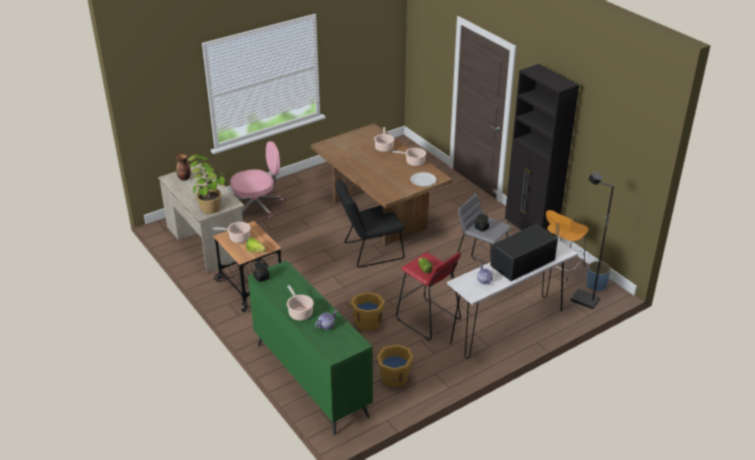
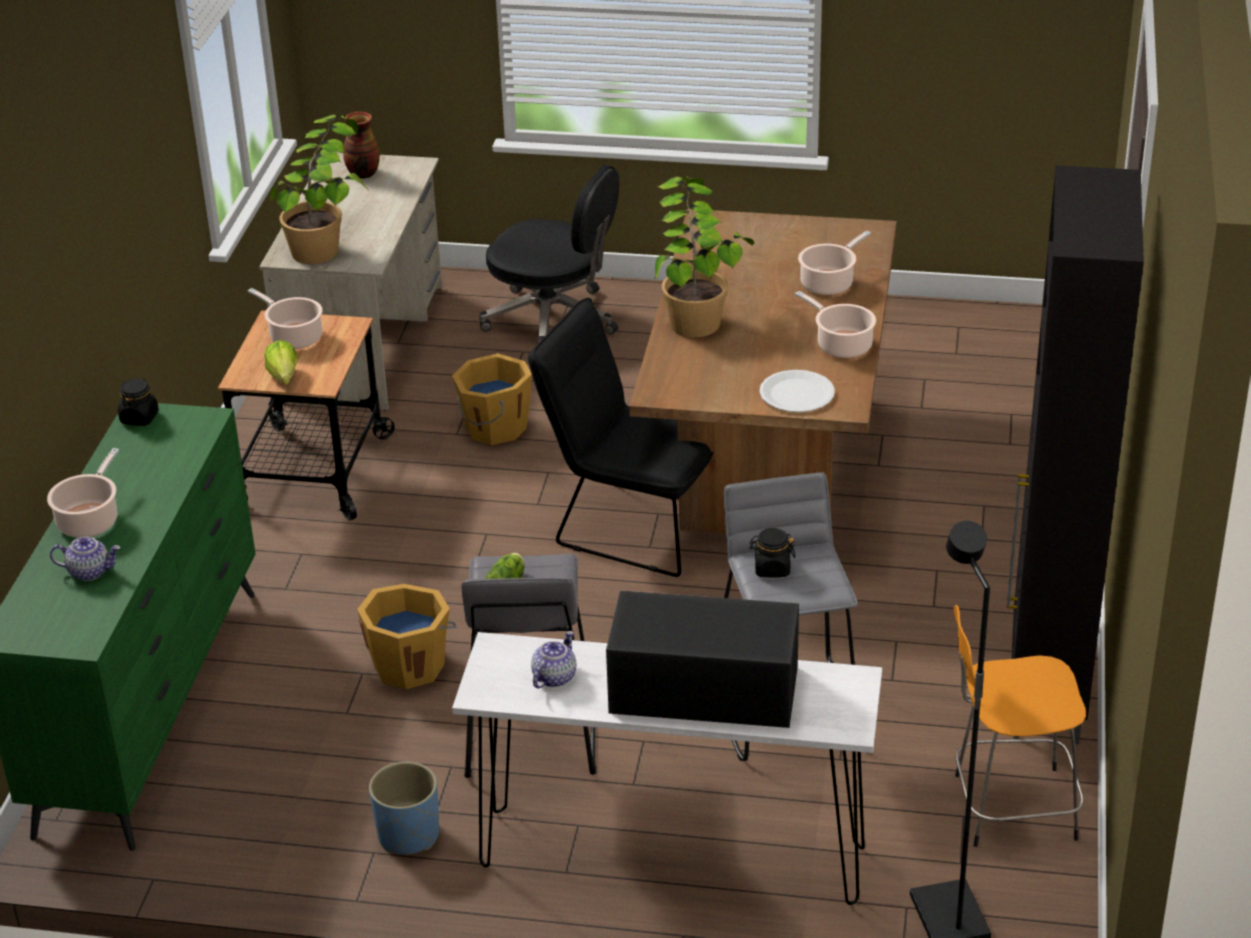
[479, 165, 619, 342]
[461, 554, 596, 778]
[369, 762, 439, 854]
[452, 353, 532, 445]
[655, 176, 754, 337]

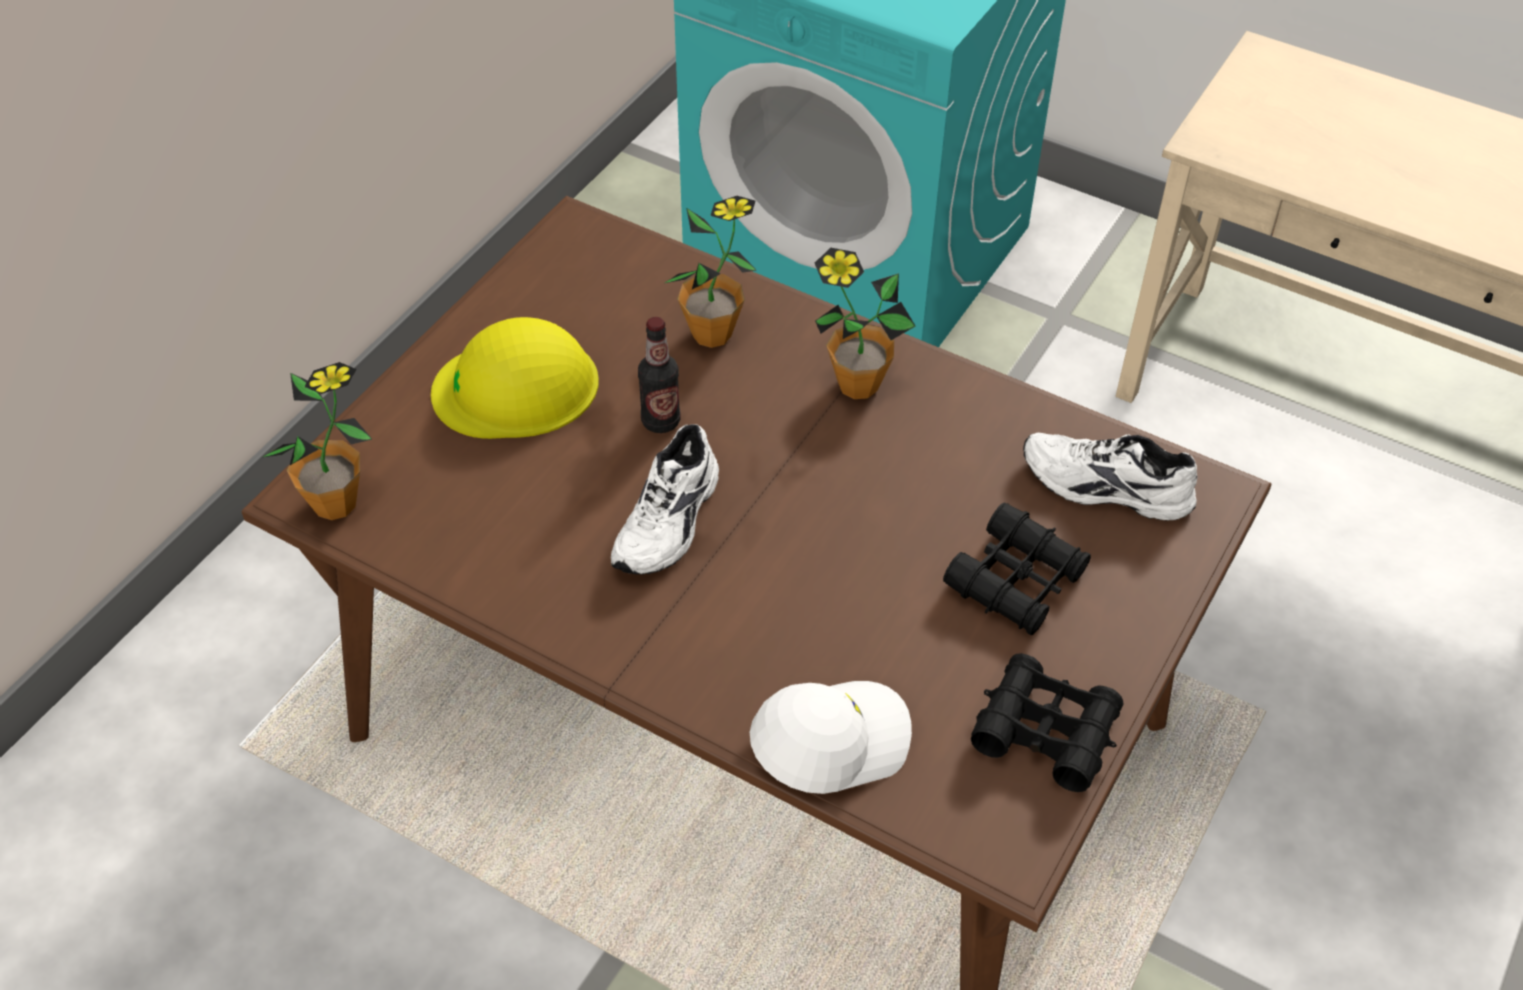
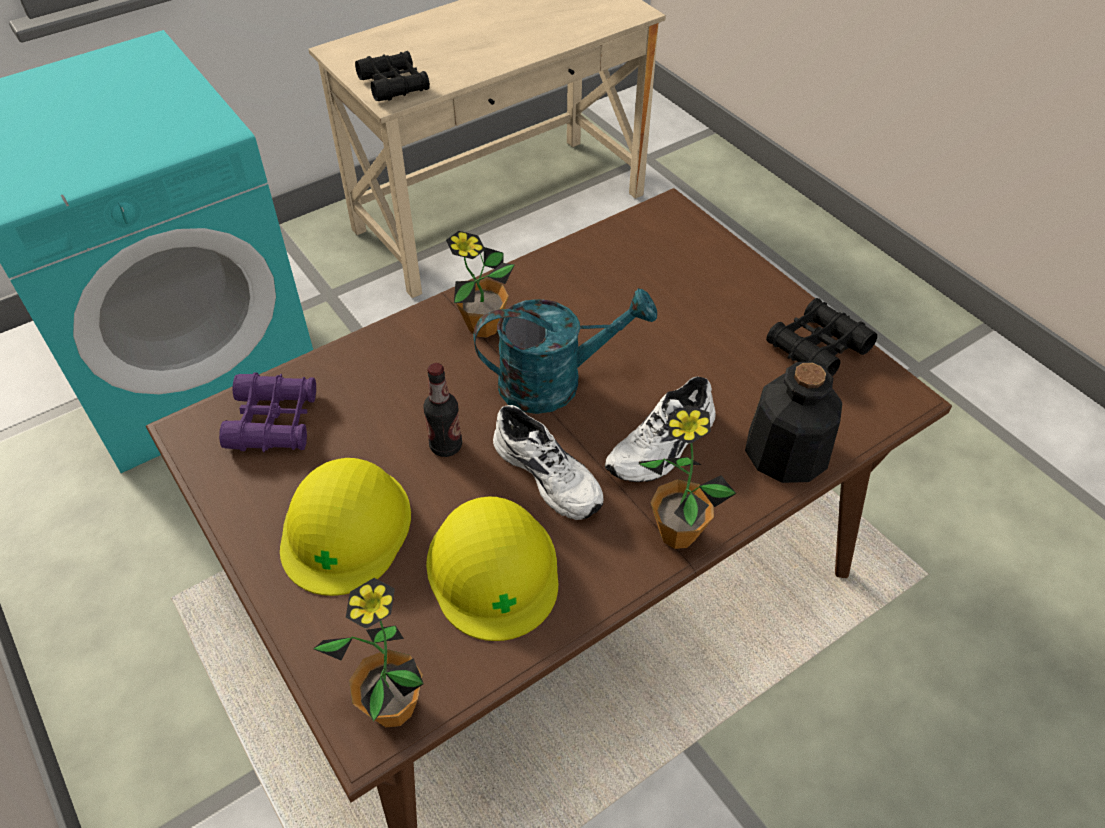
[639, 405, 737, 549]
[605, 376, 716, 482]
[355, 51, 430, 101]
[745, 362, 842, 483]
[473, 288, 657, 414]
[219, 372, 316, 452]
[426, 497, 558, 641]

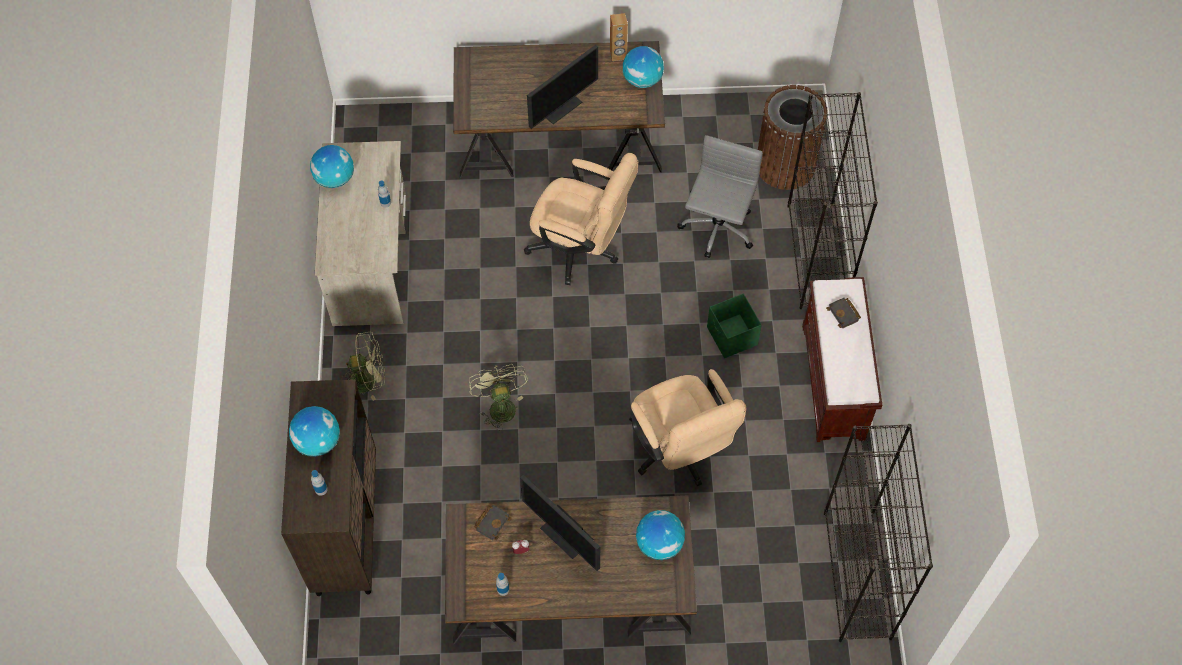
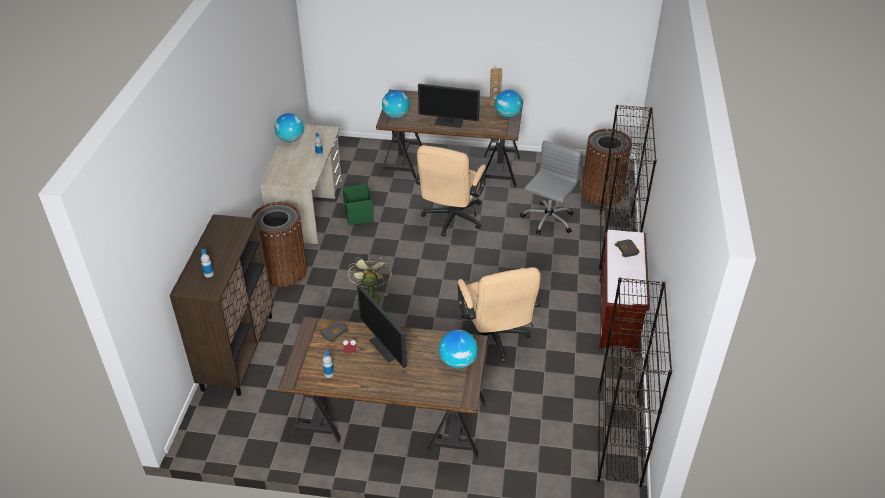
[418, 84, 480, 128]
[415, 145, 486, 236]
[343, 184, 374, 226]
[251, 202, 307, 287]
[382, 90, 410, 118]

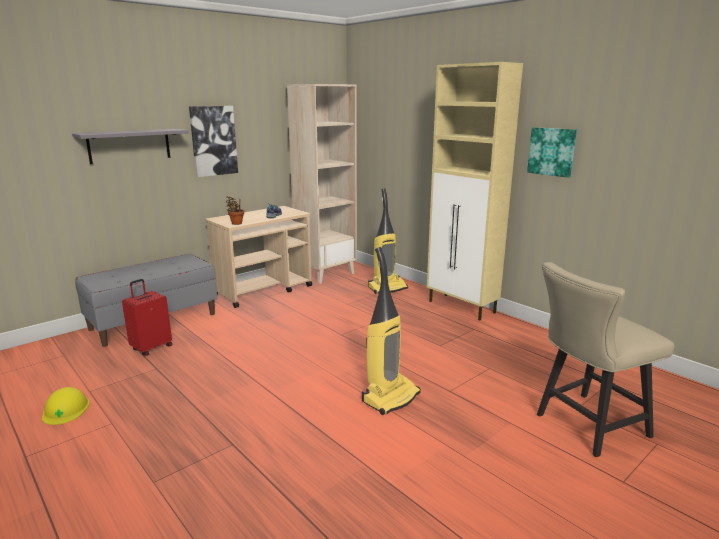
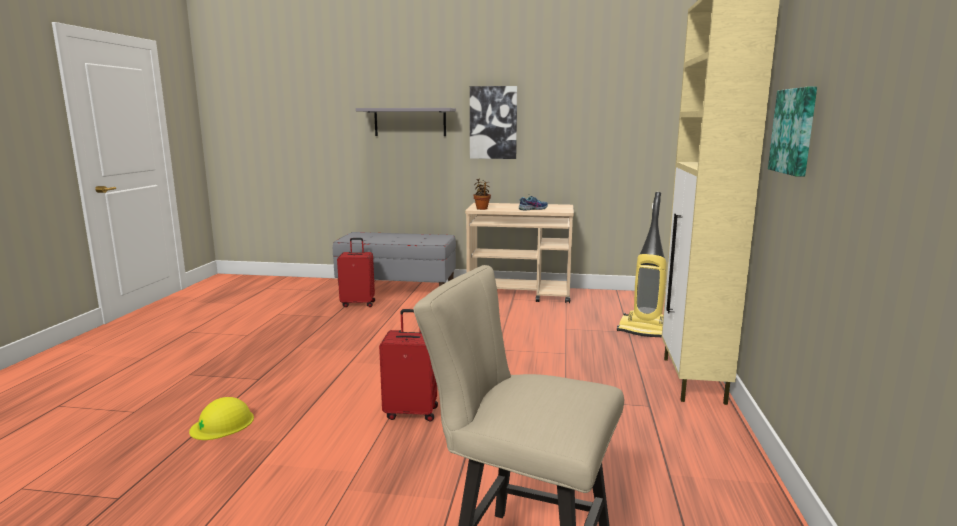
[287, 84, 357, 284] (first image)
[379, 309, 438, 422]
[189, 397, 254, 440]

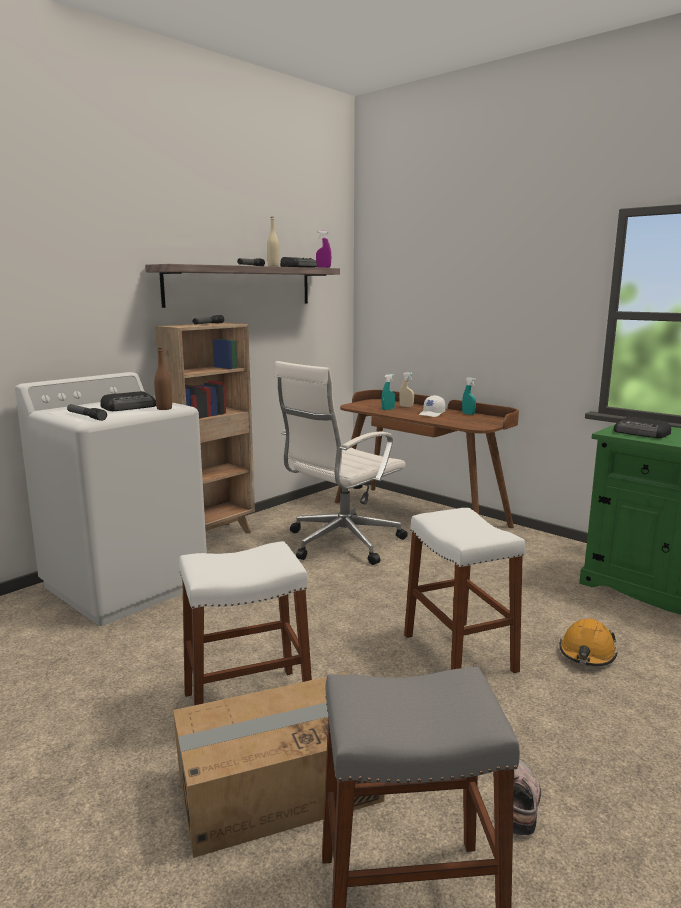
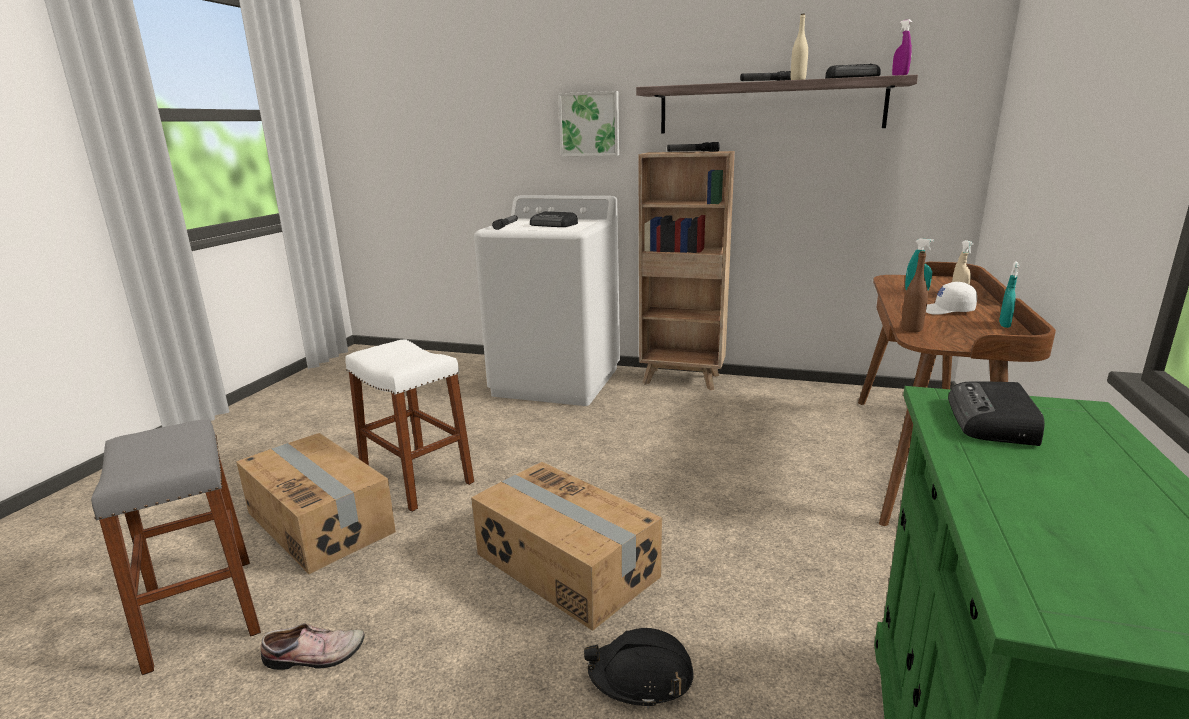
[901, 251, 928, 332]
[274, 361, 408, 565] (first image)
[471, 462, 662, 631]
[584, 628, 694, 709]
[558, 91, 619, 156]

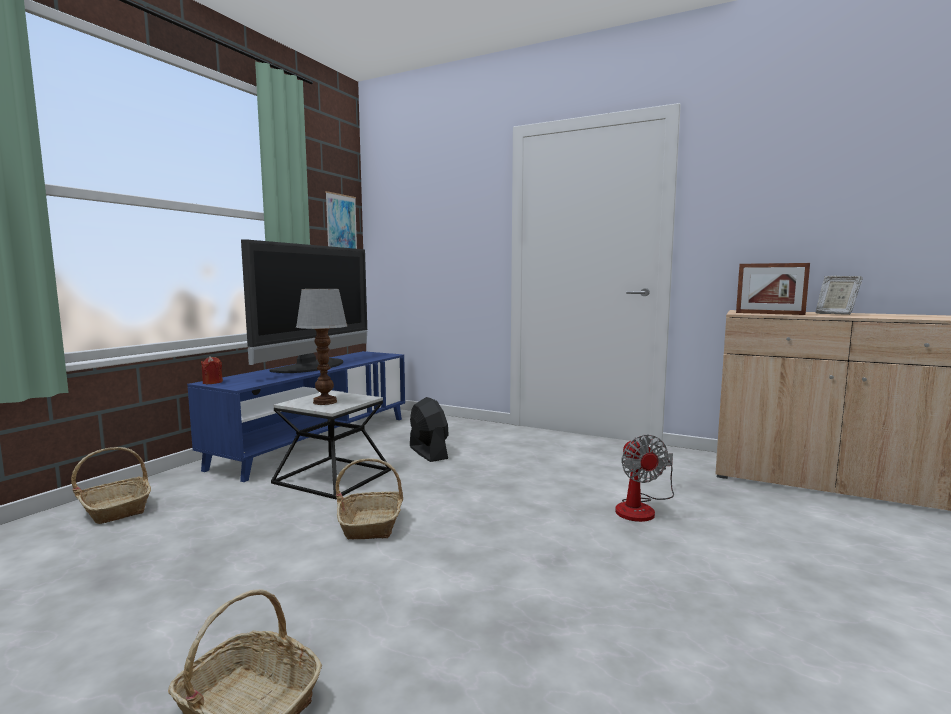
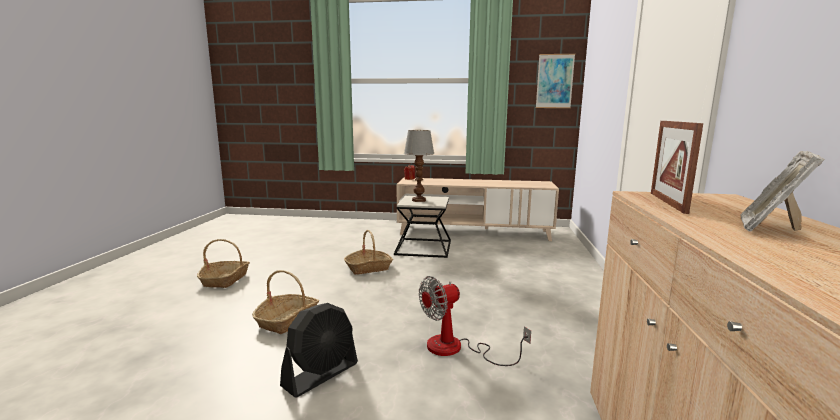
[241, 239, 367, 373] (first image)
[397, 178, 559, 241]
[280, 303, 358, 398]
[252, 270, 319, 334]

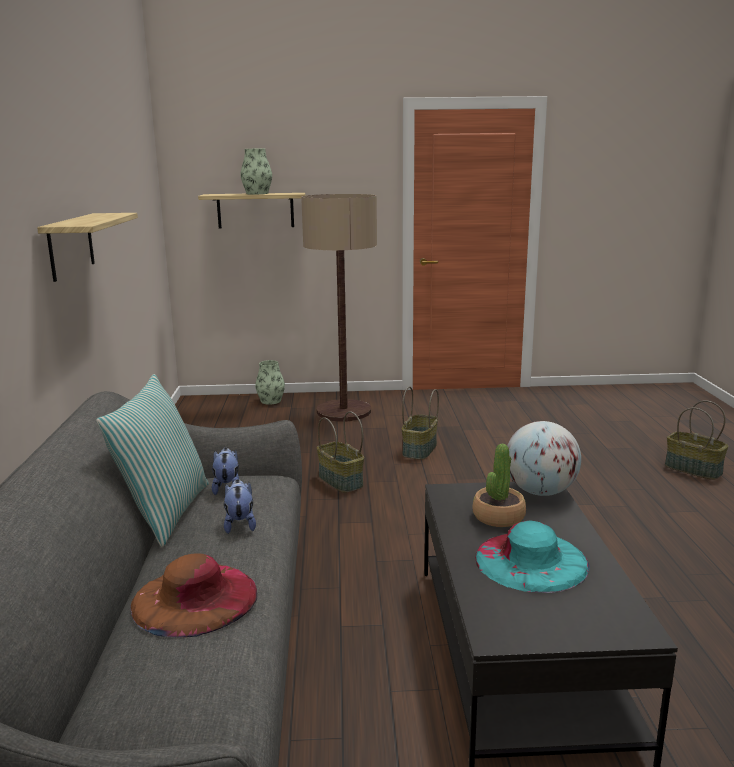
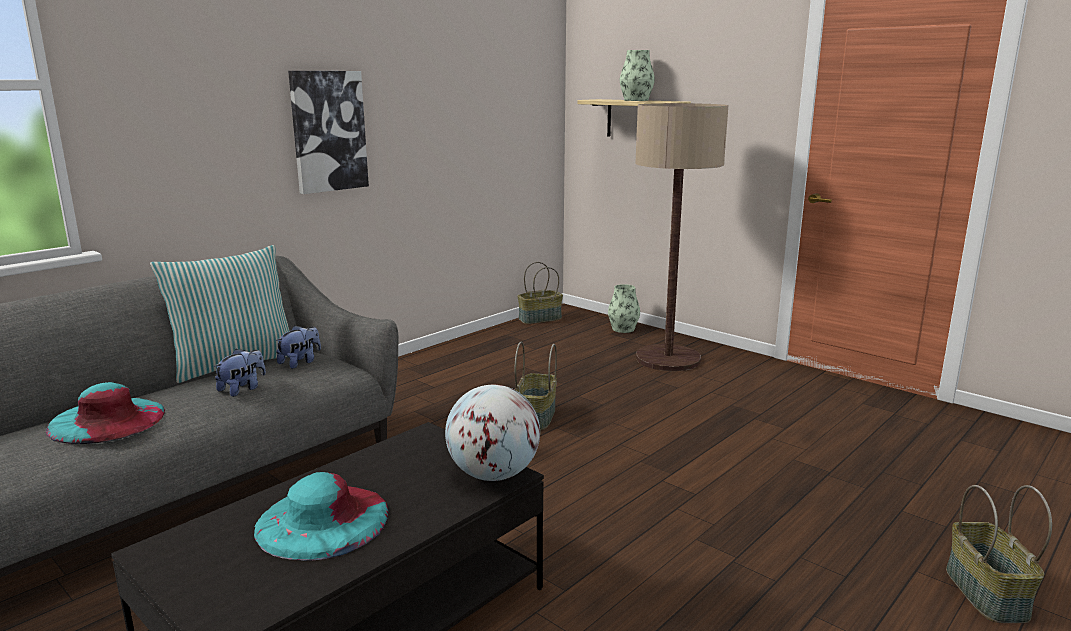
[288, 71, 369, 194]
[517, 262, 563, 324]
[472, 444, 526, 527] (first image)
[46, 382, 165, 444]

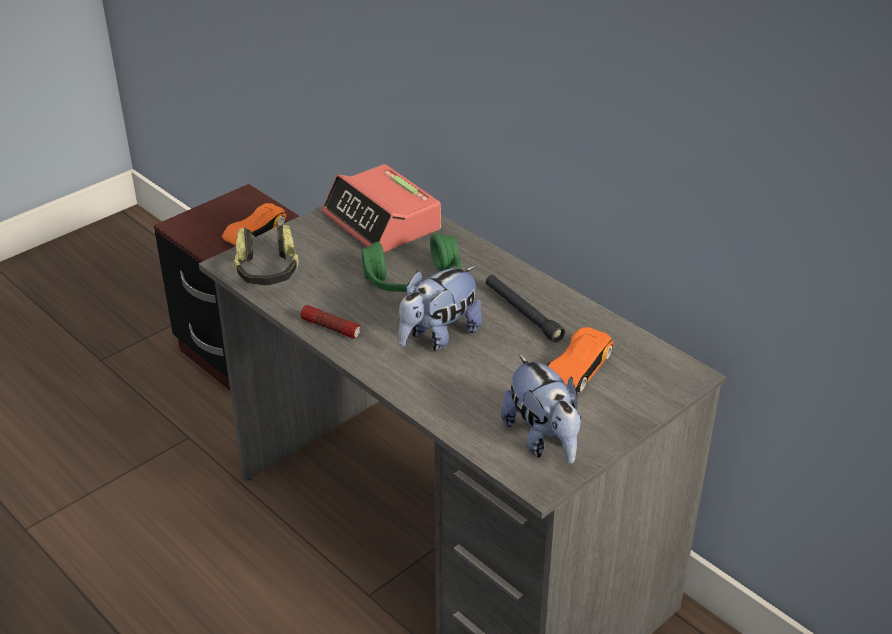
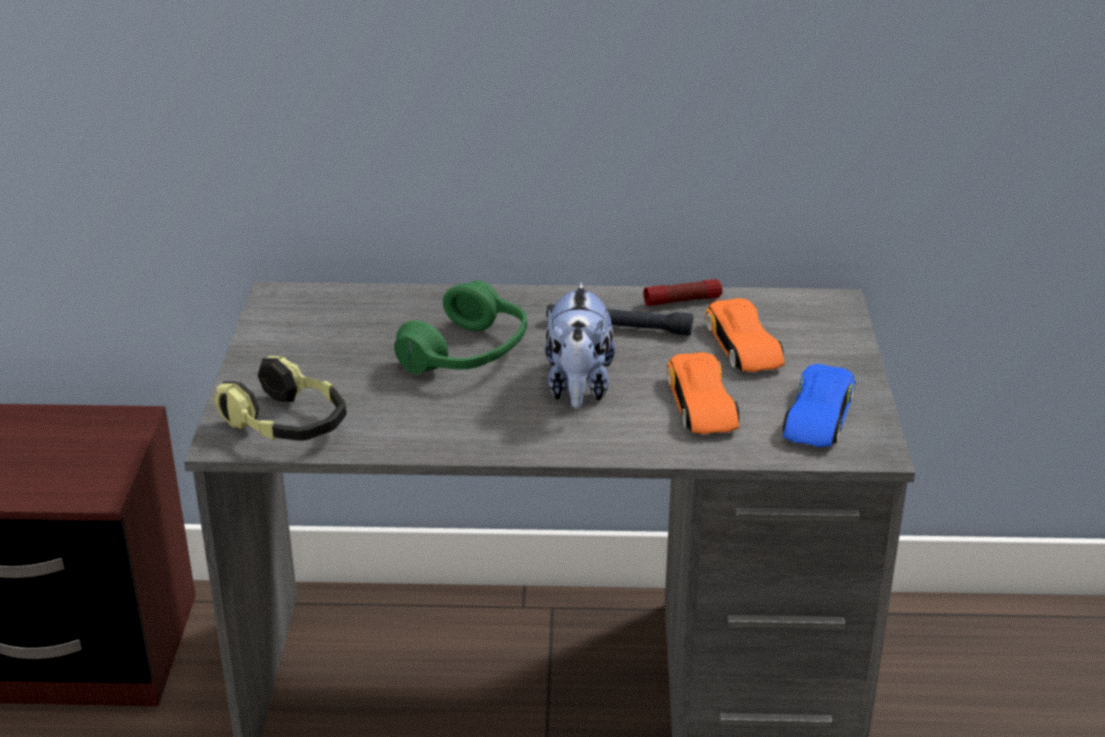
[322, 164, 441, 252] (first image)
[667, 352, 739, 434]
[644, 279, 722, 306]
[782, 364, 856, 447]

